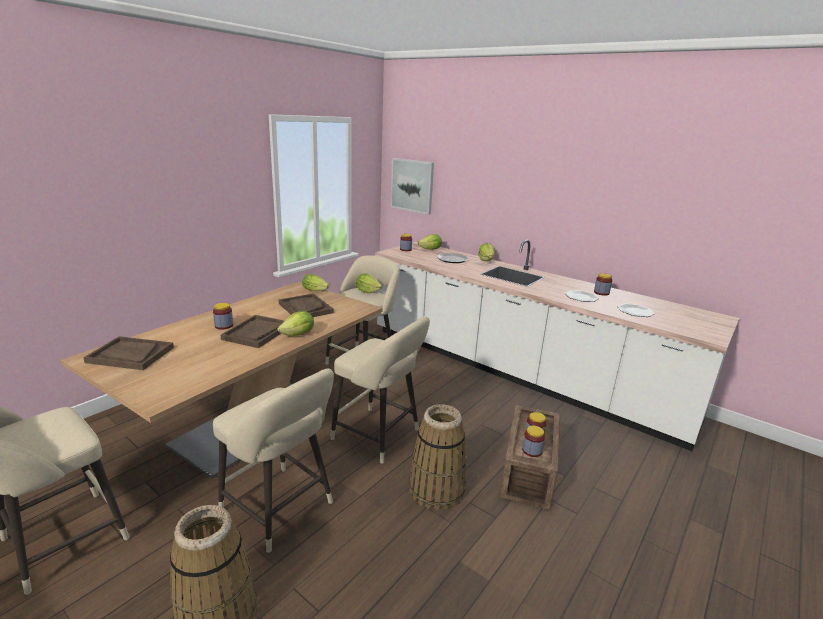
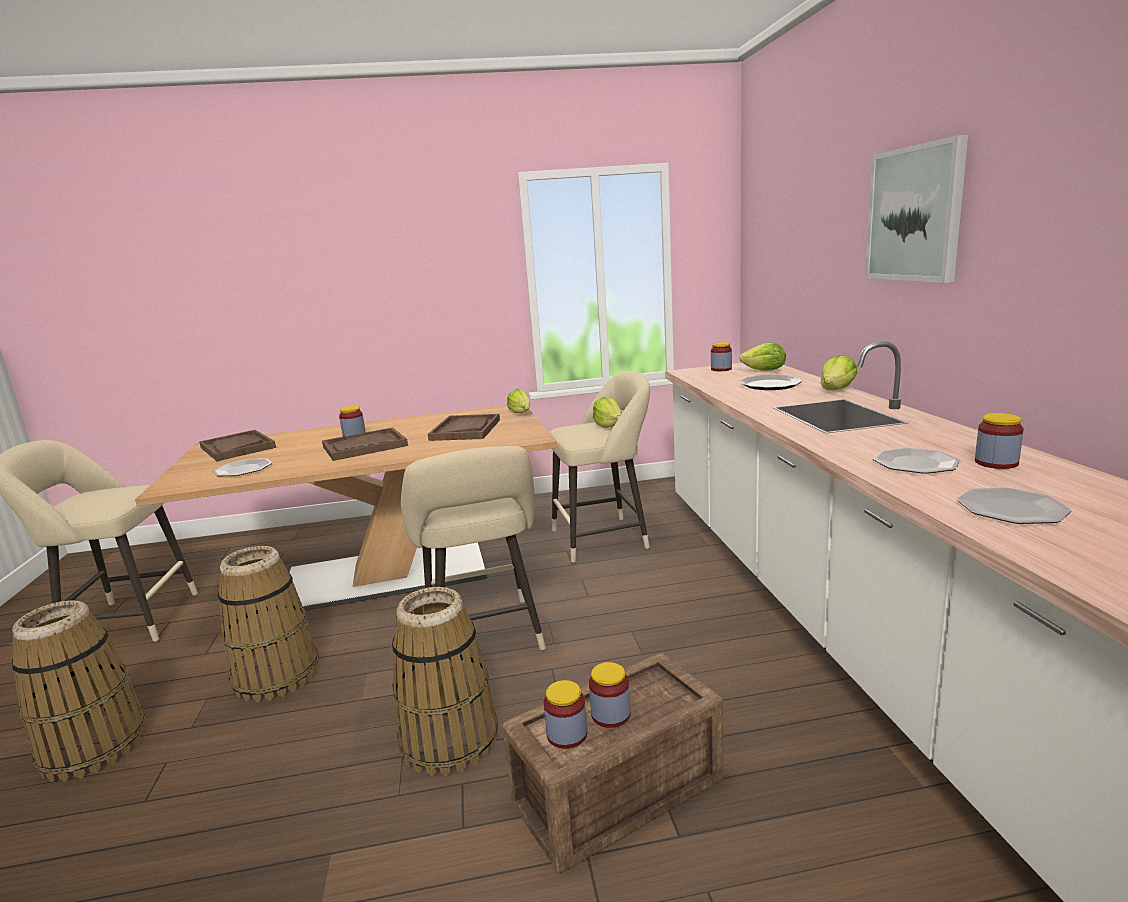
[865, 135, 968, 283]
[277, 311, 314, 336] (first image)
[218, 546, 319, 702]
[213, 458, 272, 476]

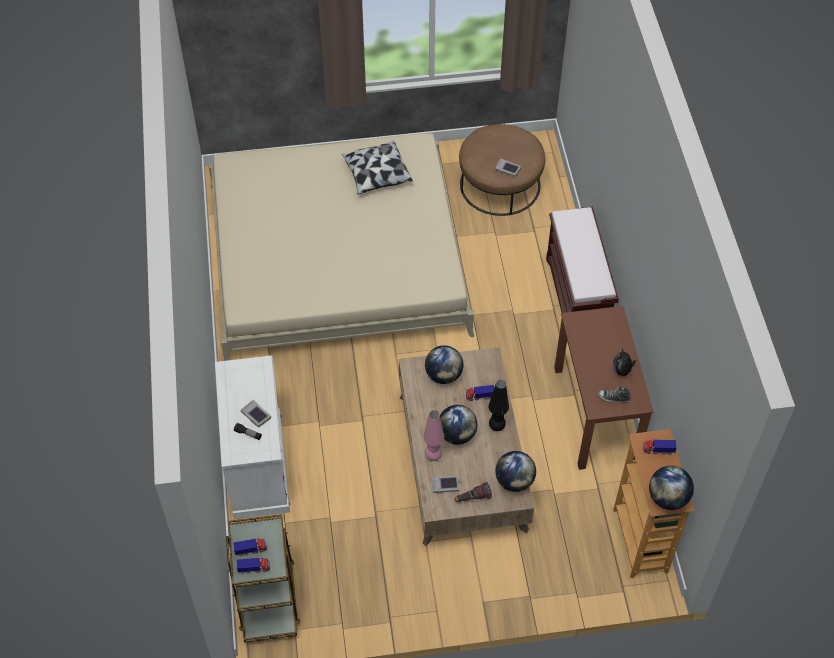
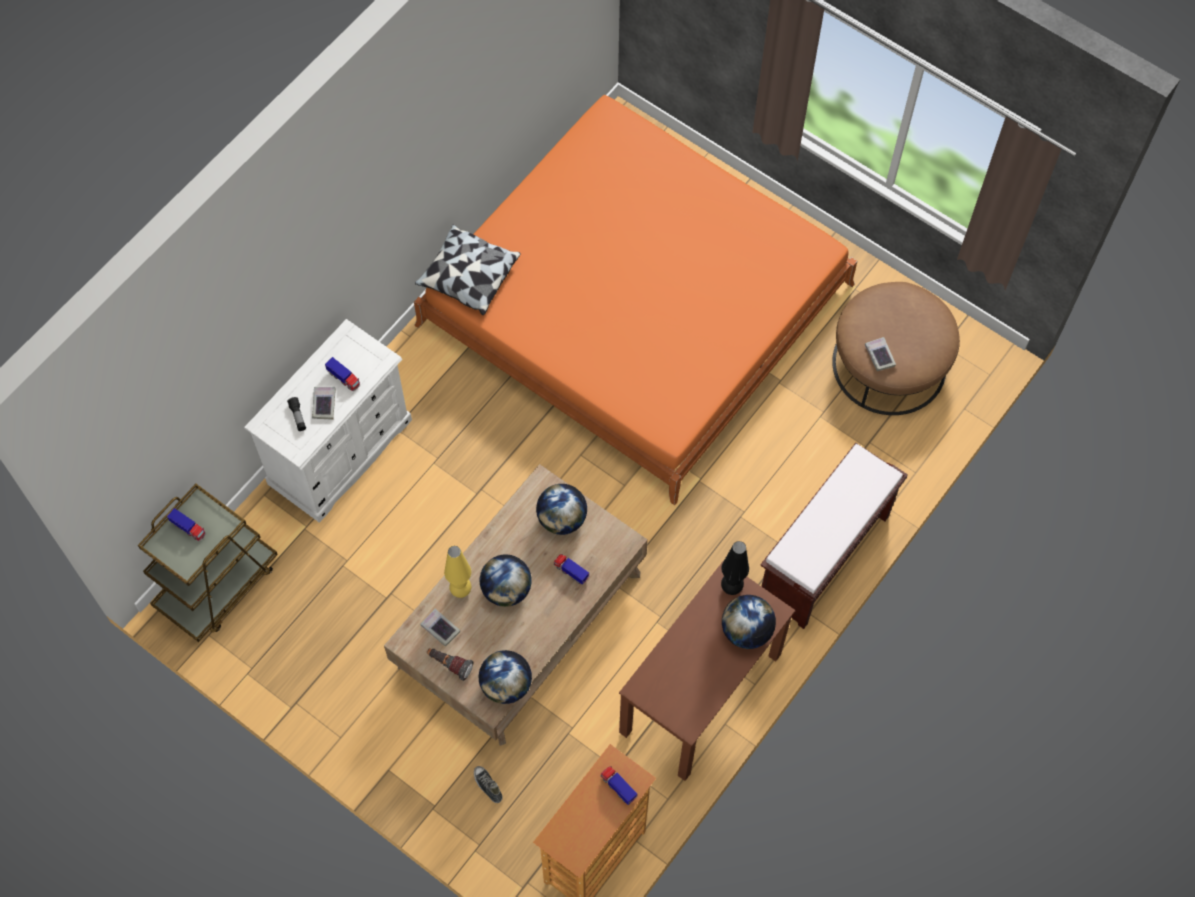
[414, 95, 857, 505]
[415, 225, 520, 315]
[613, 348, 636, 377] (first image)
[721, 541, 749, 595]
[474, 766, 503, 803]
[444, 546, 471, 598]
[722, 595, 776, 649]
[325, 357, 360, 391]

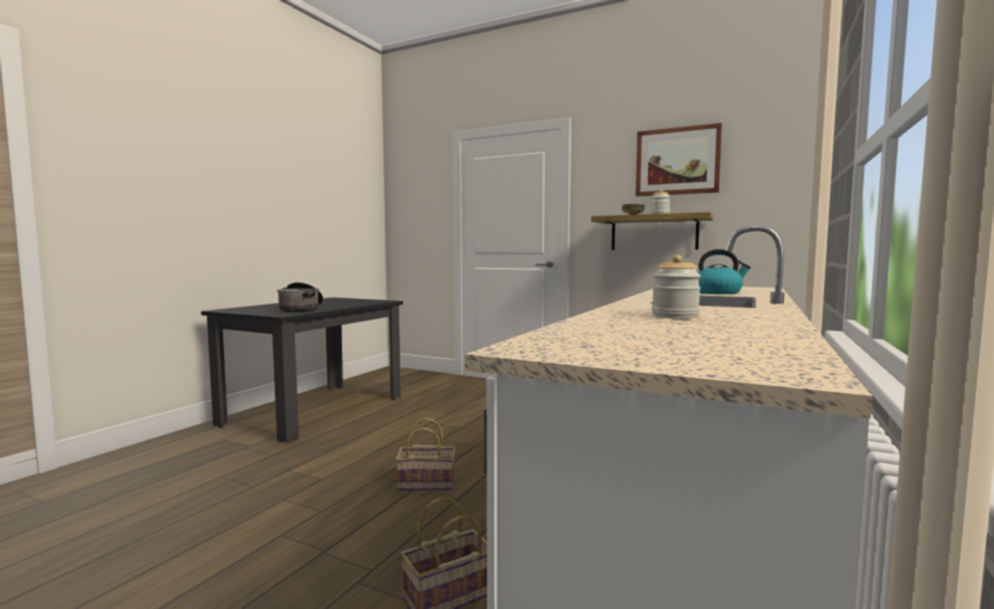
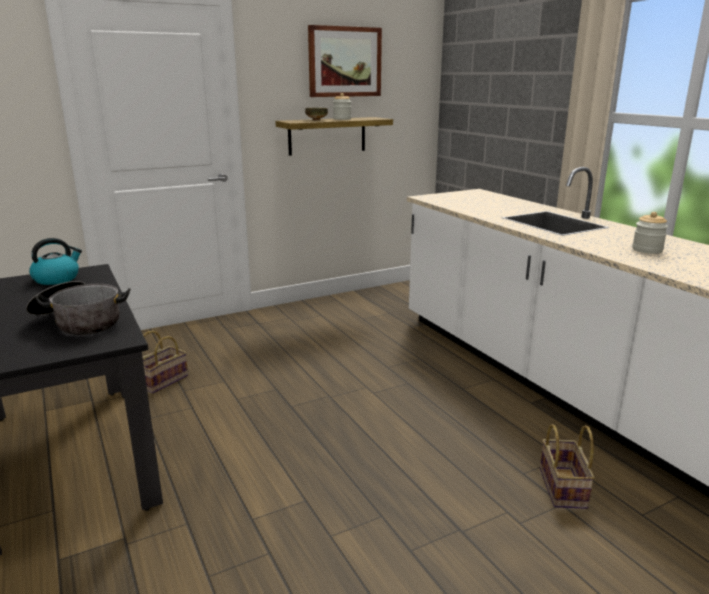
[29, 238, 82, 285]
[142, 330, 188, 394]

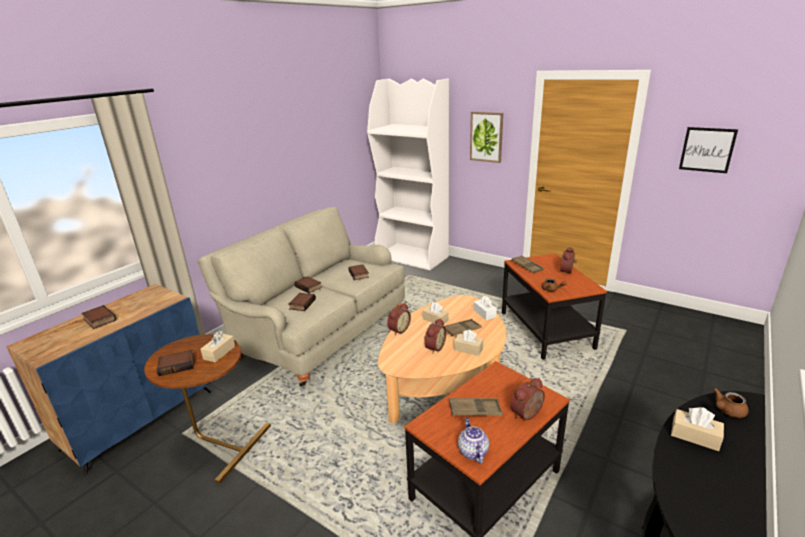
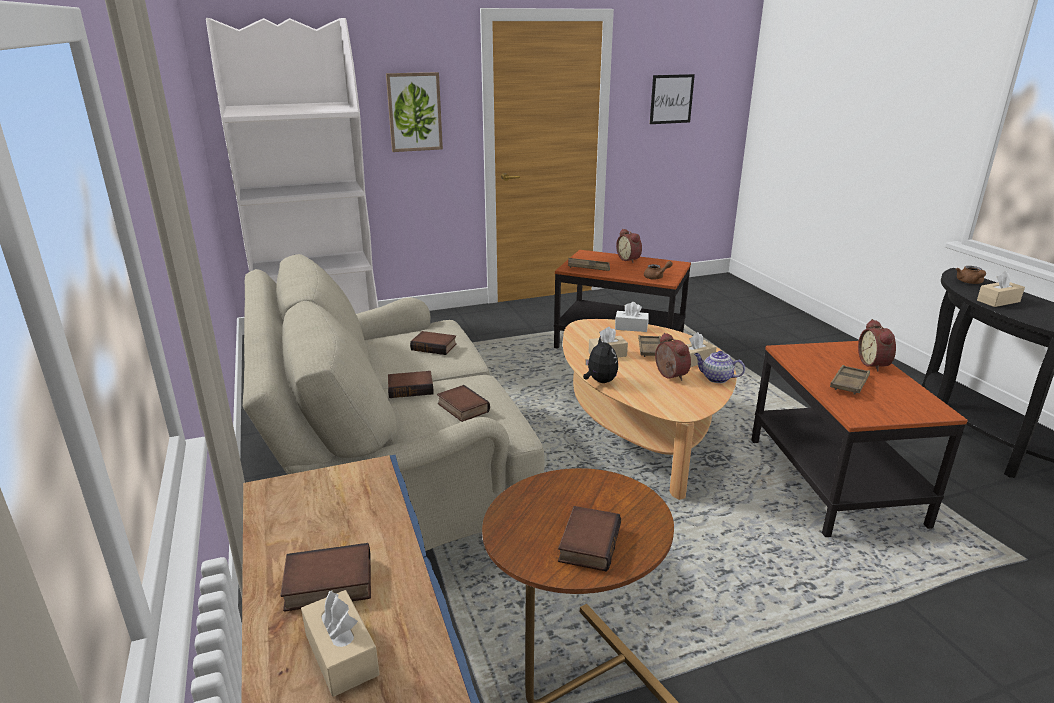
[583, 336, 618, 383]
[301, 590, 380, 697]
[694, 351, 745, 383]

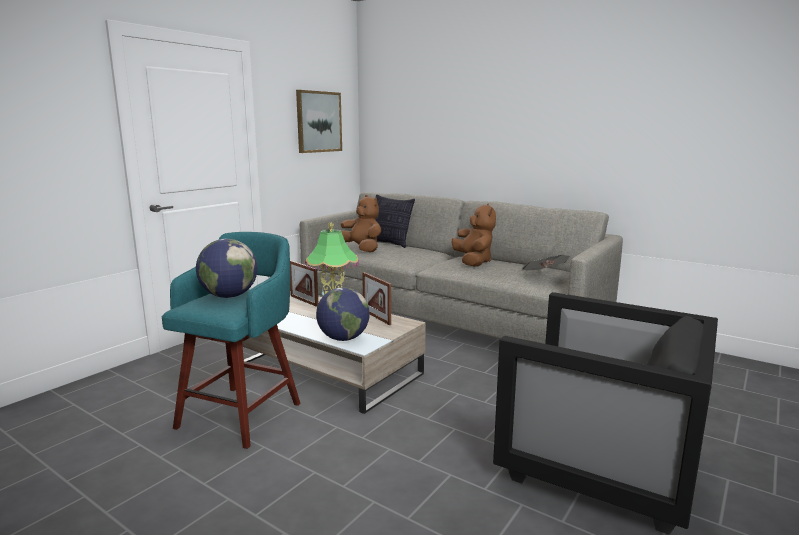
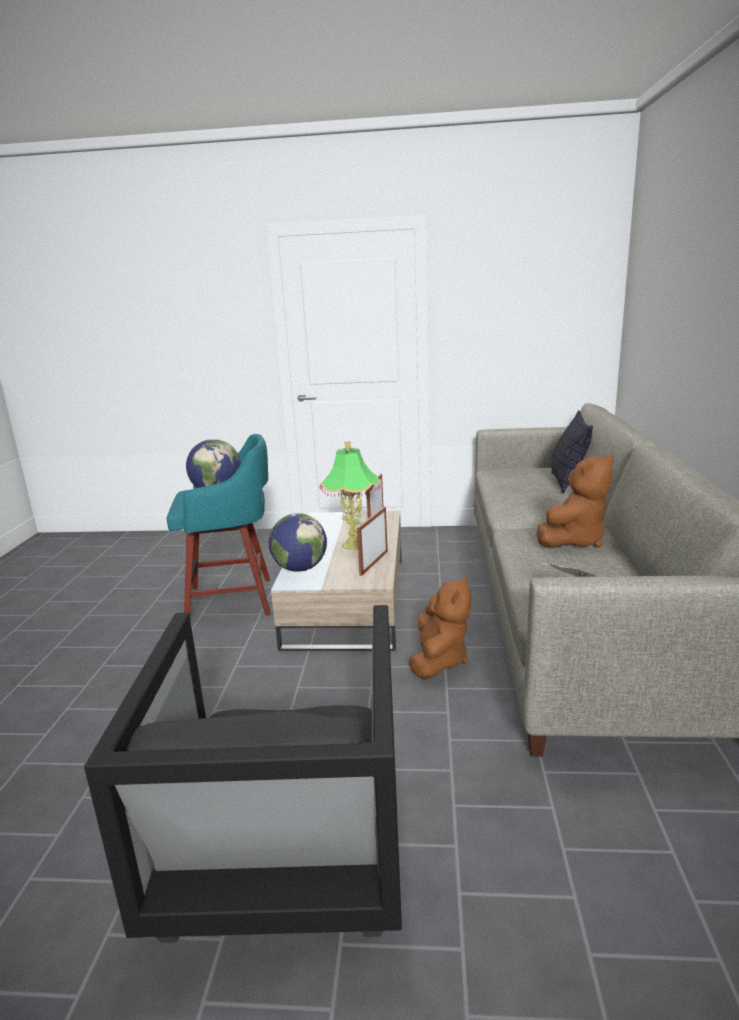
[296, 90, 342, 153] (first image)
[409, 576, 471, 679]

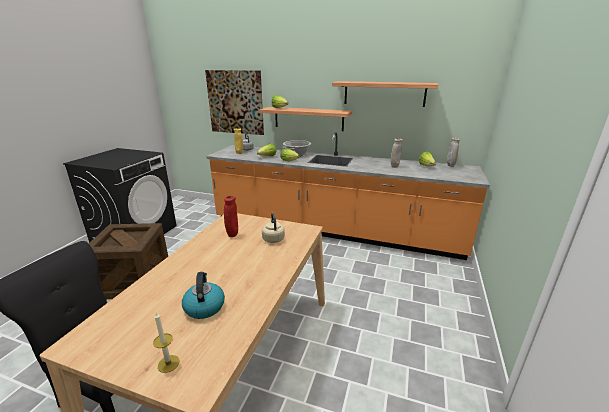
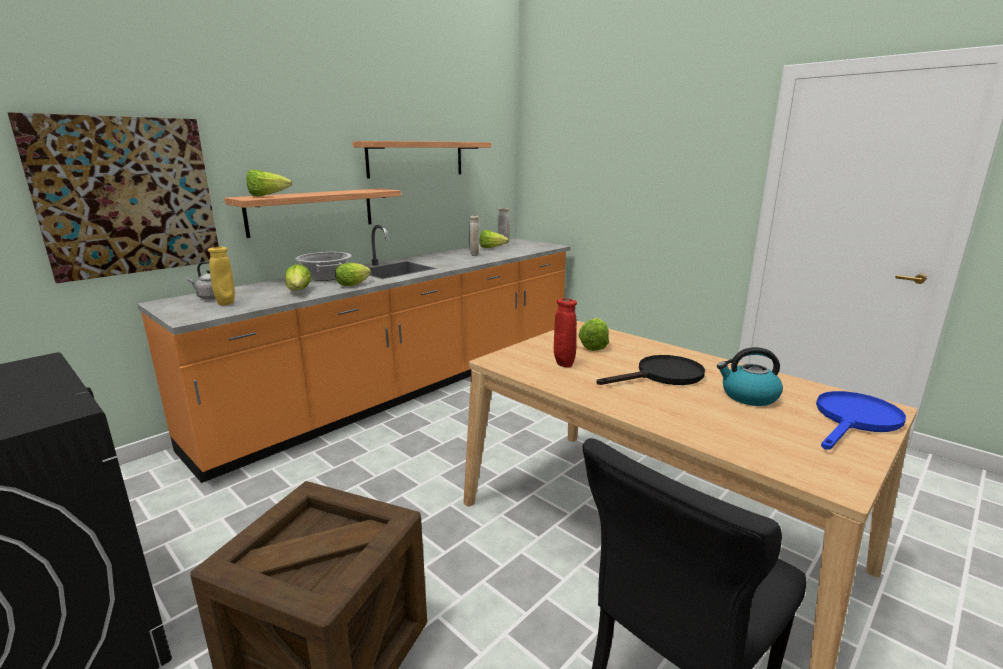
[578, 318, 609, 351]
[816, 391, 906, 450]
[597, 355, 705, 385]

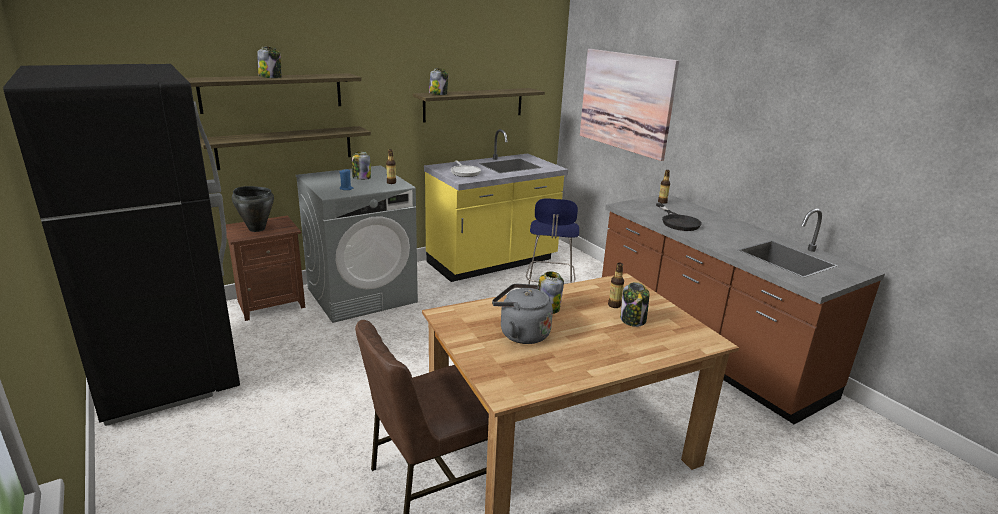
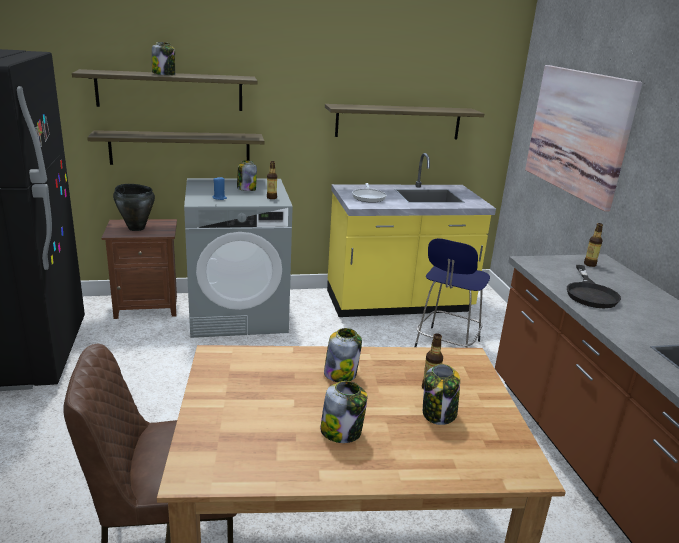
[320, 381, 367, 443]
[492, 284, 553, 344] (first image)

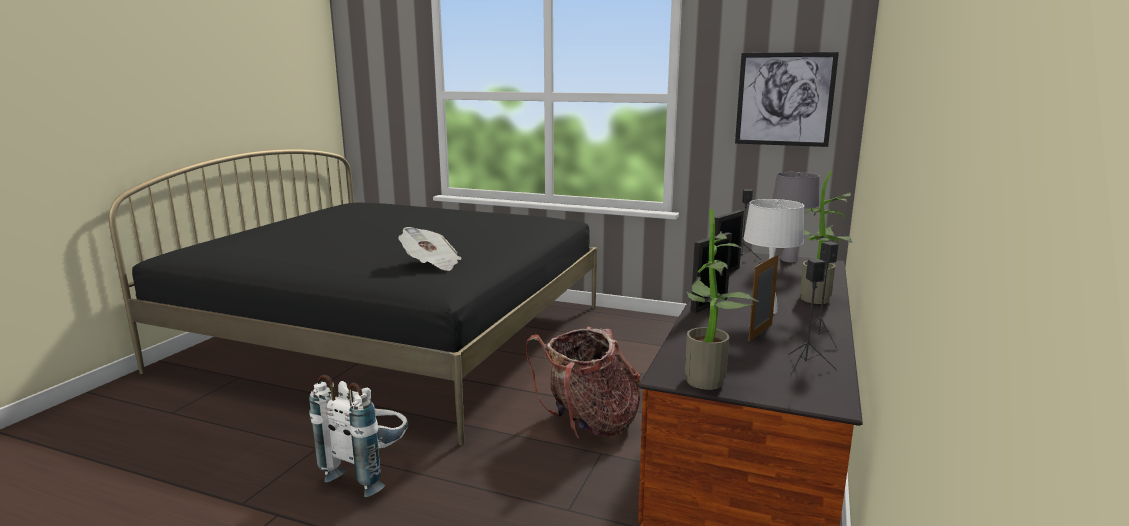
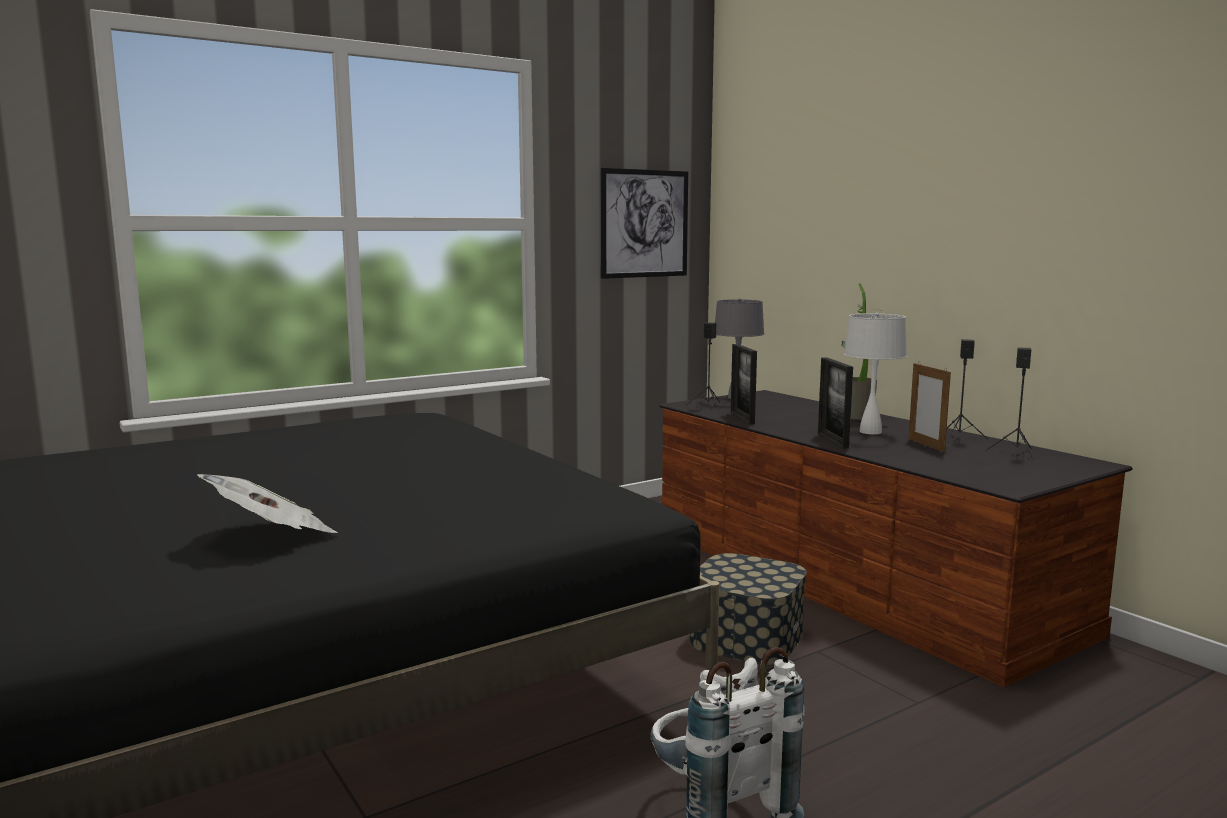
[685, 209, 759, 390] (first image)
[197, 474, 338, 533]
[689, 553, 807, 665]

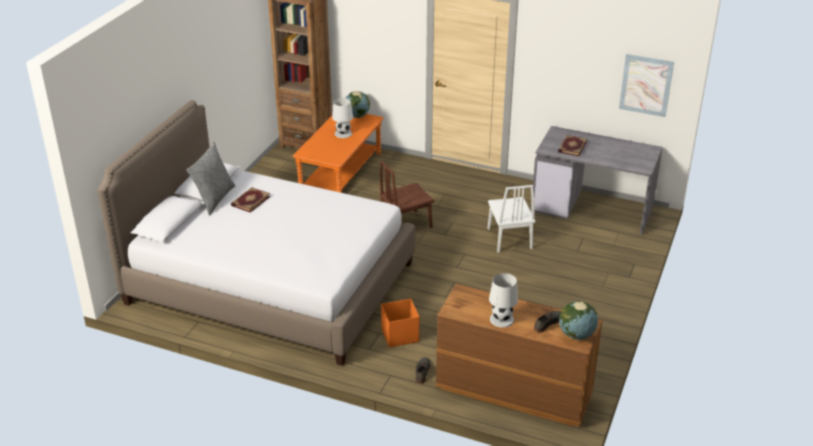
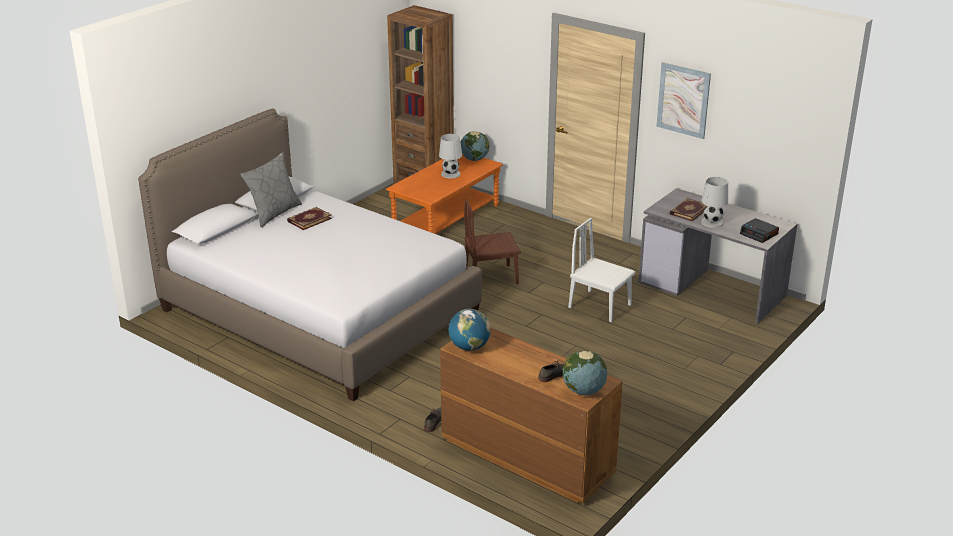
[656, 62, 711, 139]
[568, 218, 635, 322]
[701, 177, 728, 228]
[381, 299, 419, 347] (first image)
[740, 218, 779, 243]
[449, 309, 490, 351]

